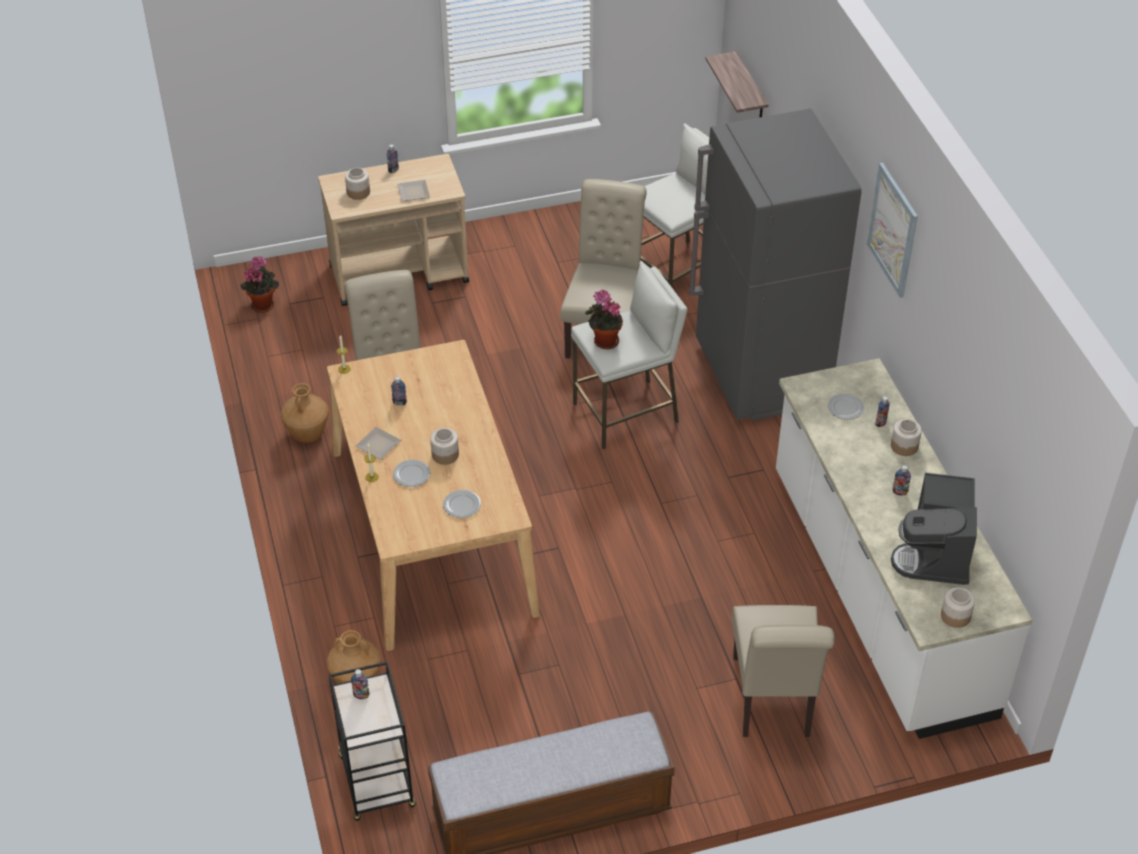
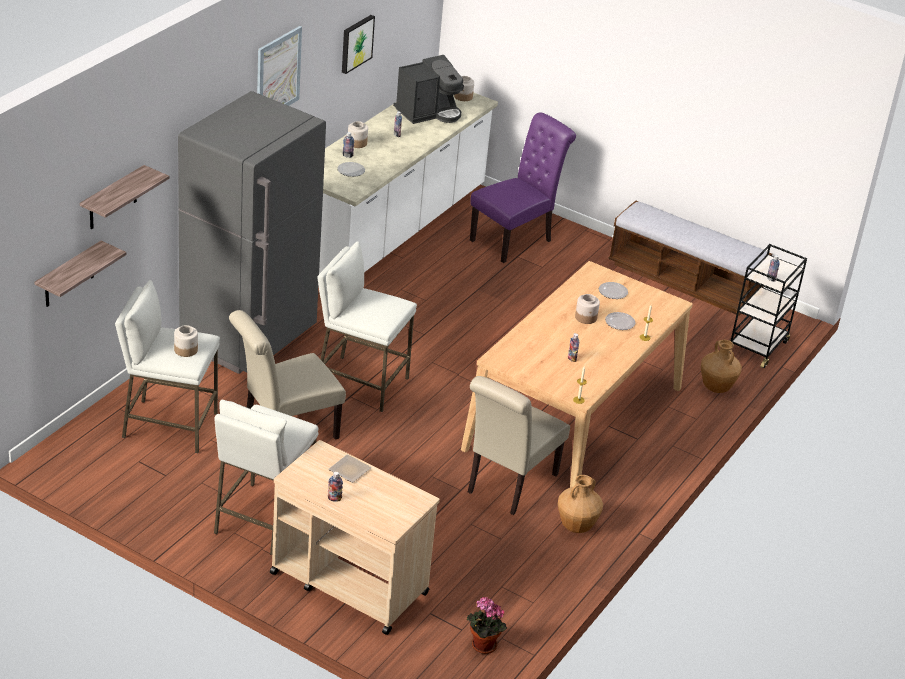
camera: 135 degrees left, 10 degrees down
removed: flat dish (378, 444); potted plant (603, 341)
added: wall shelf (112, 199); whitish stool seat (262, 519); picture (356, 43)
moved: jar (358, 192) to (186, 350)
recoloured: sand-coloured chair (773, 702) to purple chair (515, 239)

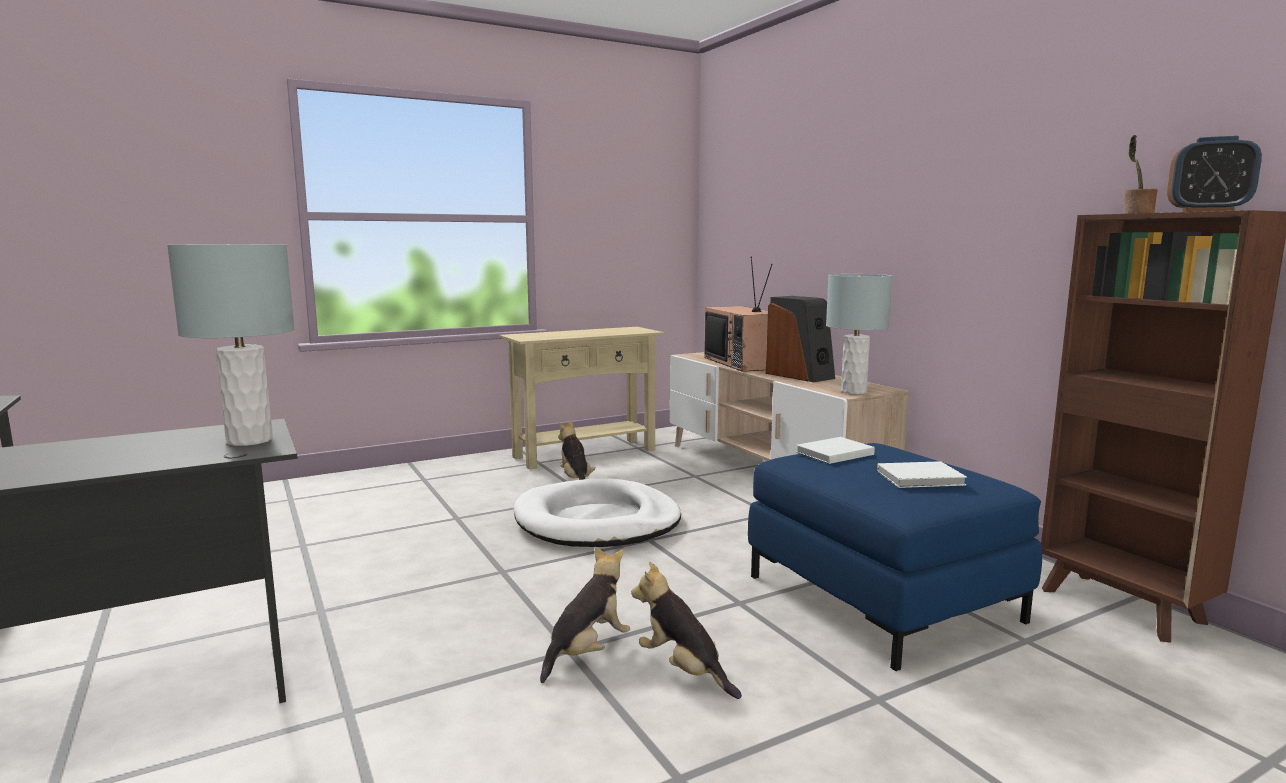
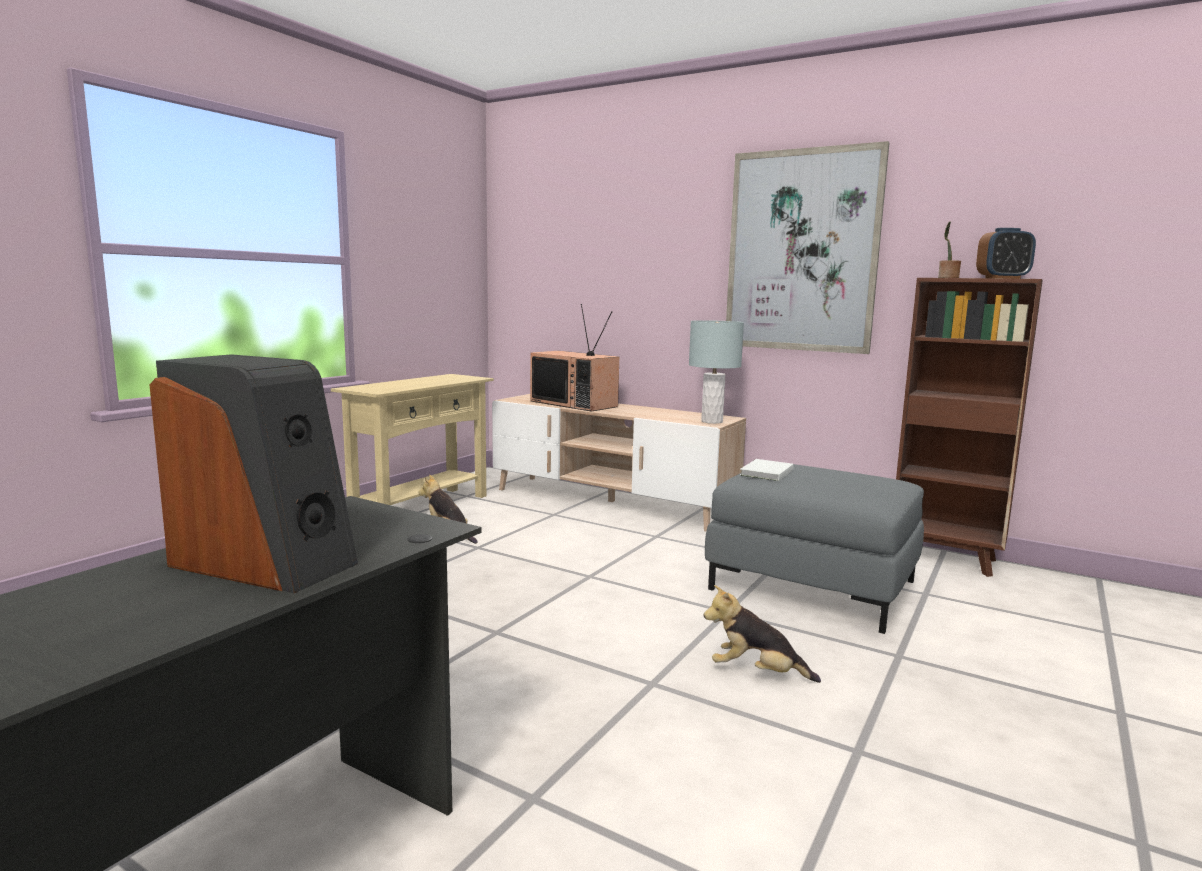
camera: 30 degrees left, 0 degrees up
removed: gray tabletop lamp (250, 440); whitish pet bed (597, 521); plush toy (587, 652); whitish volume (922, 478)
added: picture (801, 251)
moved: loudspeaker (800, 375) to (266, 563)
recoloured: bluish ottoman (881, 598) to gray ottoman (812, 585)

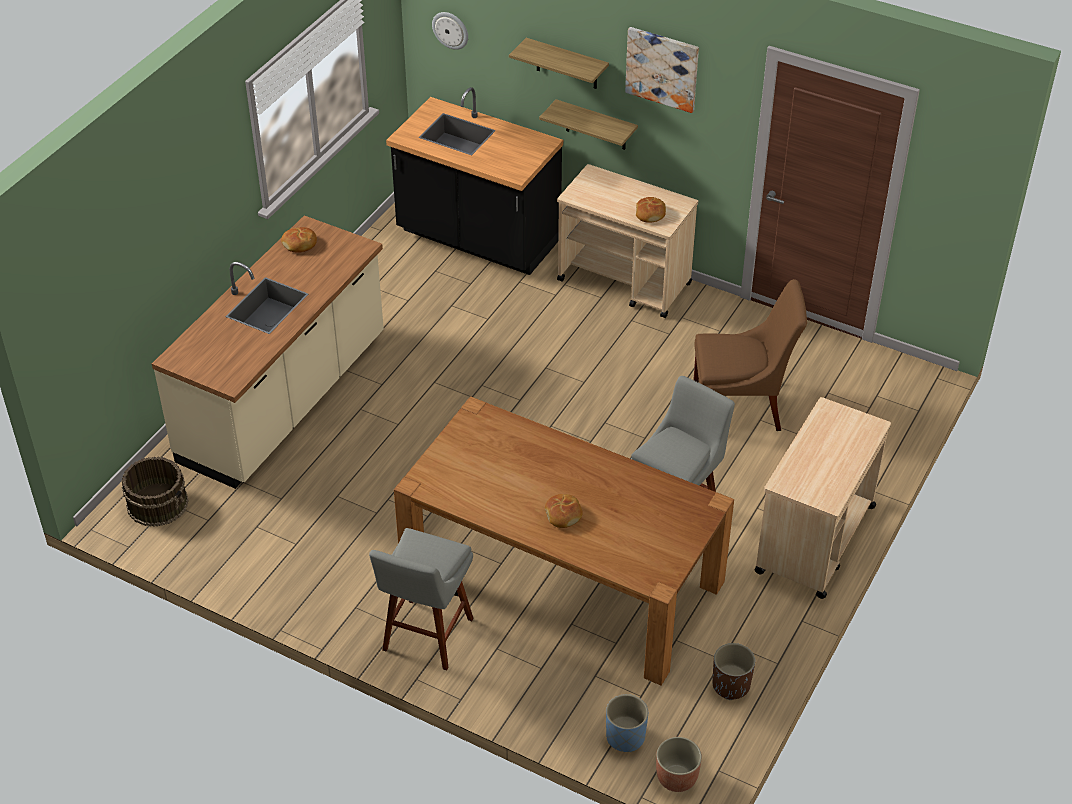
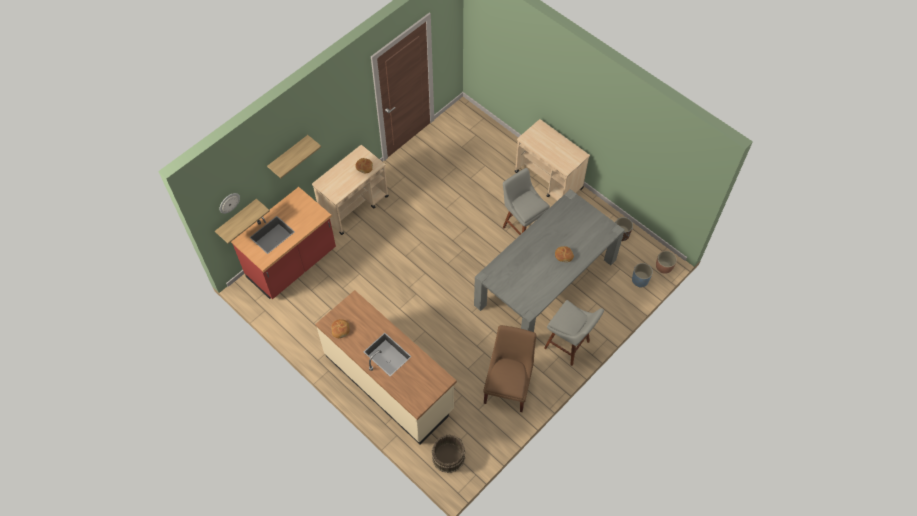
camera: 75 degrees left, 15 degrees up
removed: picture (662, 68)
moved: wall shelf (596, 125) to (237, 219); brown-coloured chair (741, 406) to (508, 385)
recoloured: black-coloured kitchen base unit (477, 239) to red kitchen base unit (292, 264); brown-coloured dining table (562, 576) to gray dining table (546, 282)

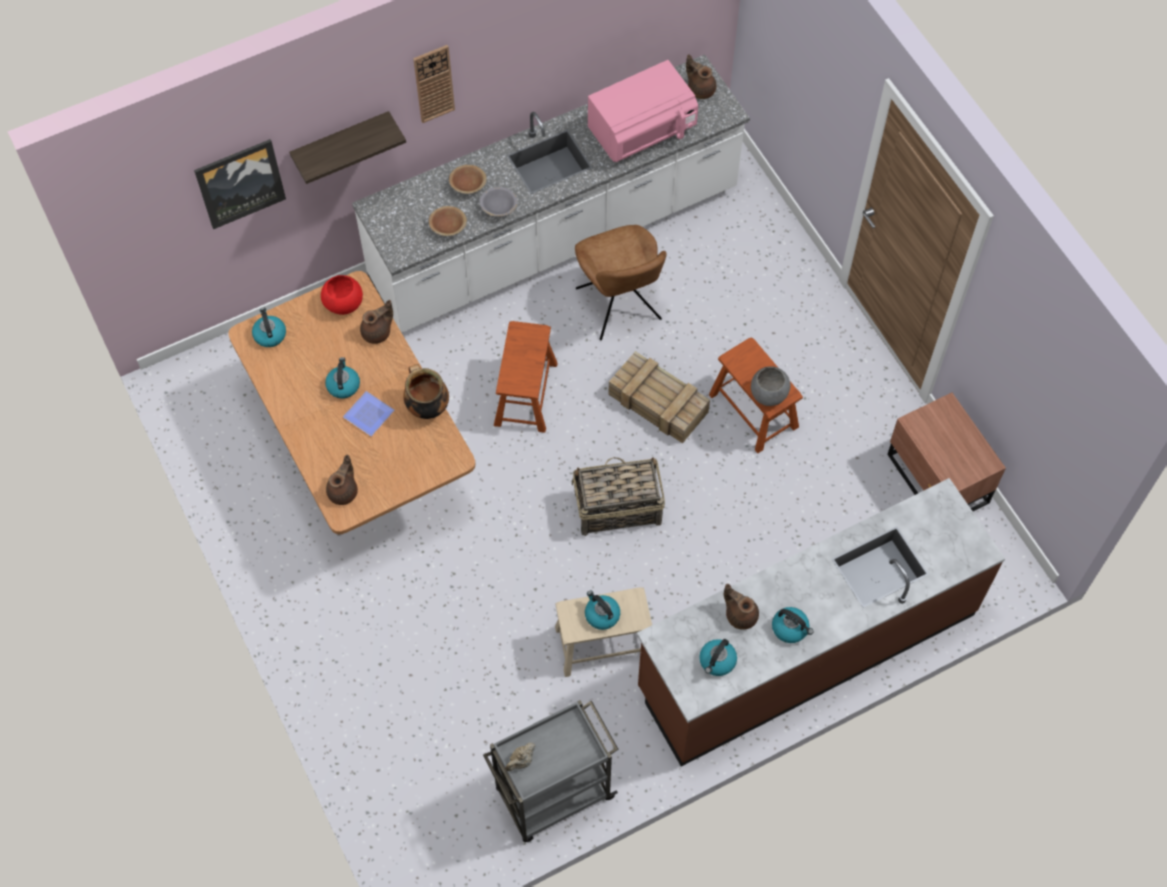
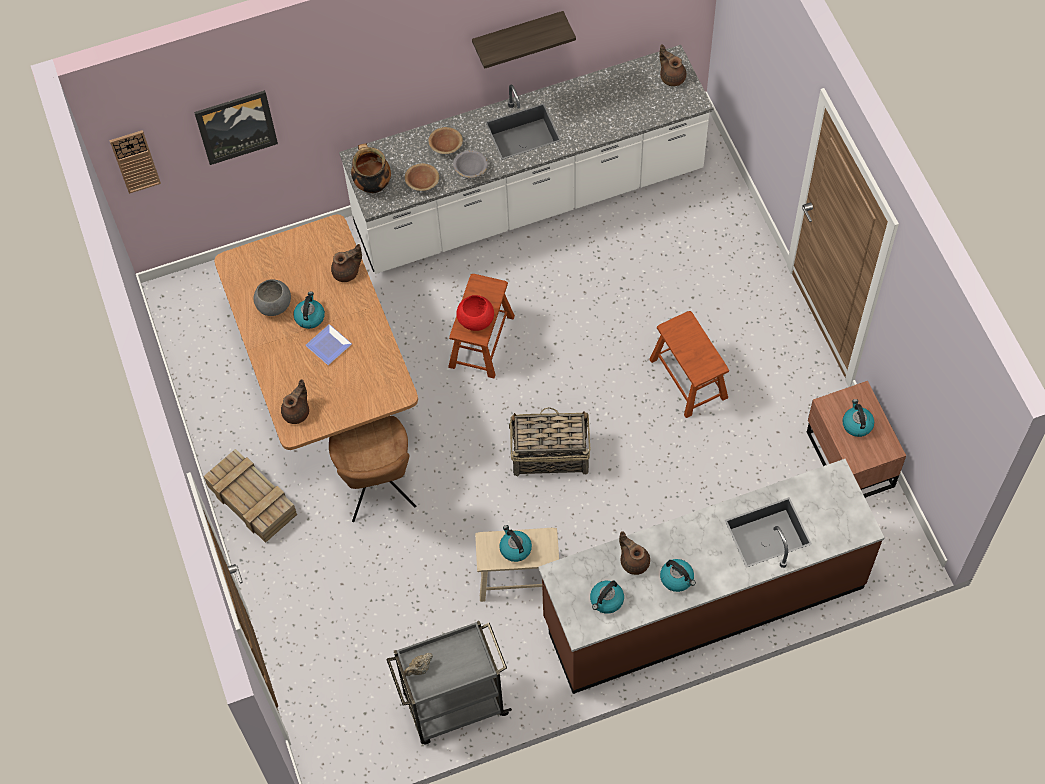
camera: 10 degrees right, 0 degrees up
removed: pinkish kitchen microwave (642, 131)
moved: hanging clock (434, 83) to (135, 161); crate (659, 403) to (253, 501); gray serving bowl (768, 395) to (274, 306); brown-coloured chair (619, 307) to (378, 489); cooking pot (427, 407) to (372, 184); red serving bowl (343, 304) to (476, 321); wall shelf (341, 143) to (518, 35); tea kettle (269, 334) to (857, 424)

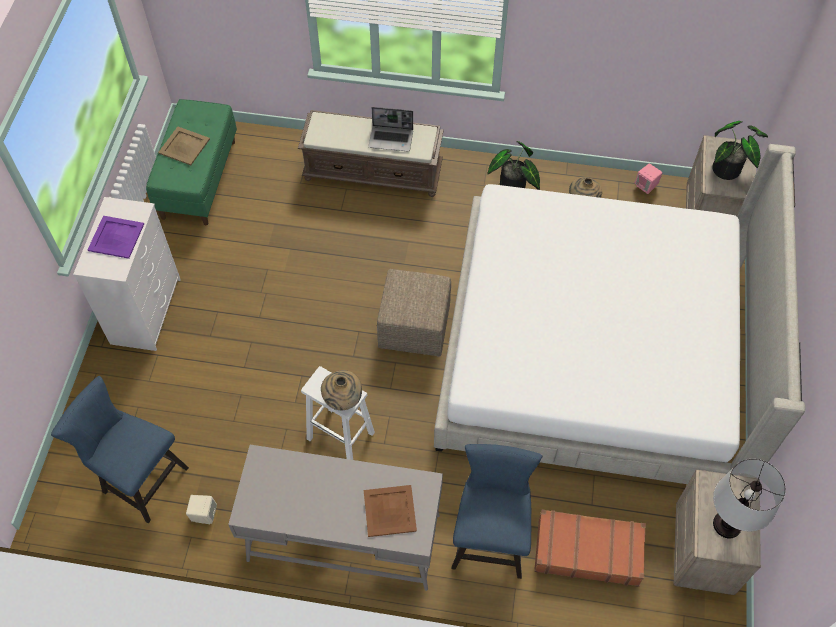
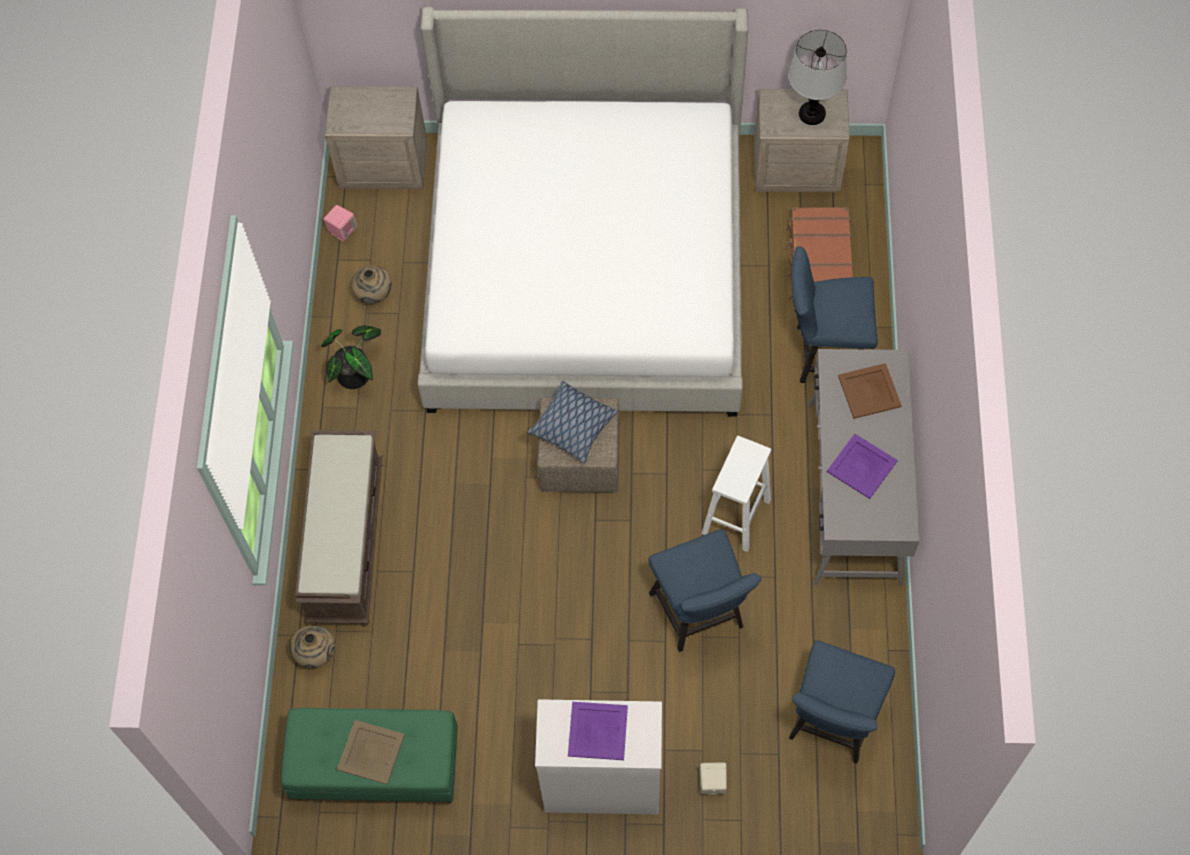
camera: 95 degrees left, 5 degrees up
removed: laptop (391, 139); potted plant (730, 169)
added: cushion (573, 427); bluish chair (700, 616); purple serving tray (861, 465)
moved: sand-coloured decorative vase (343, 400) to (316, 654); sand-coloured loudspeaker (204, 514) to (712, 783)

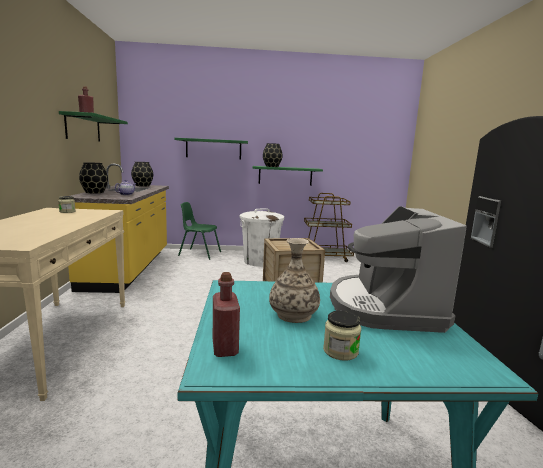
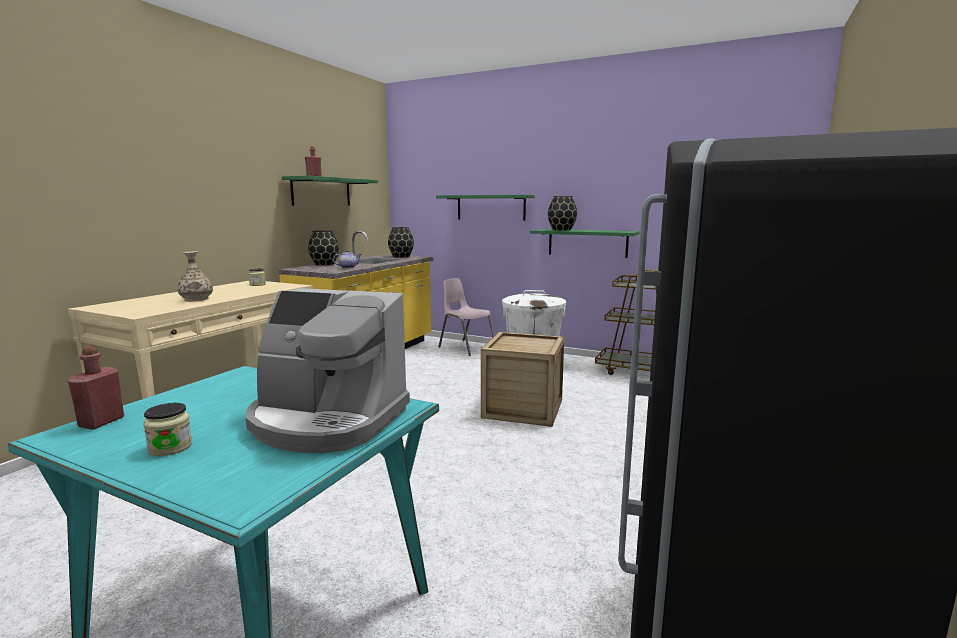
camera: 30 degrees right, 0 degrees up
moved: decorative vase (293, 315) to (196, 299)
recoloured: green-coloured chair (199, 253) to pinkish chair (466, 347)
turned: coffee brewer (384, 307) = (327, 421) 105 degrees counterclockwise

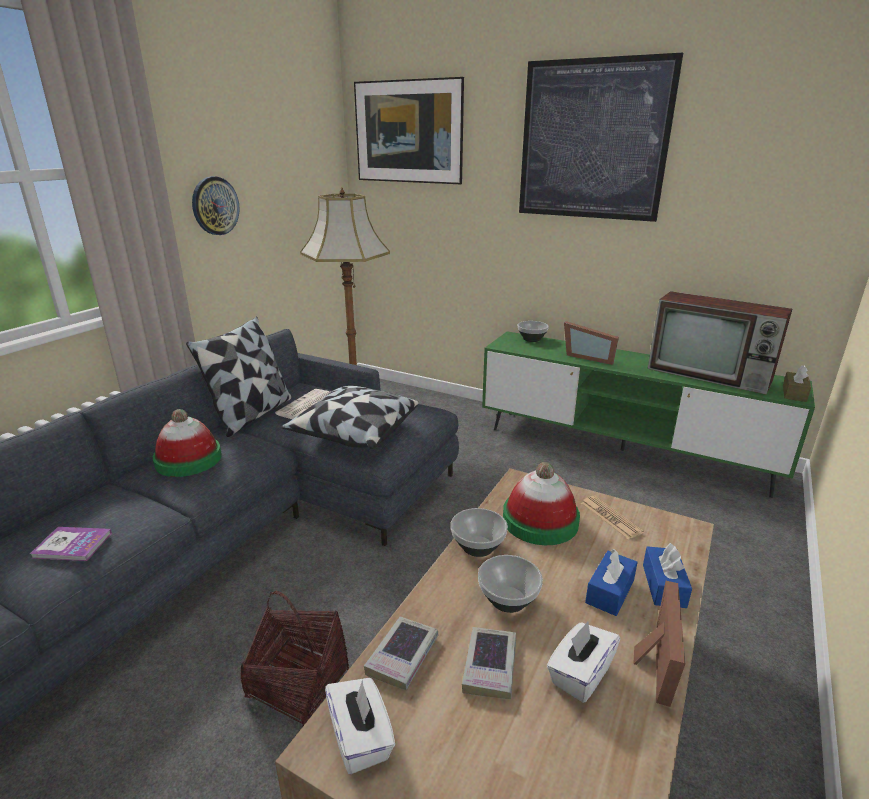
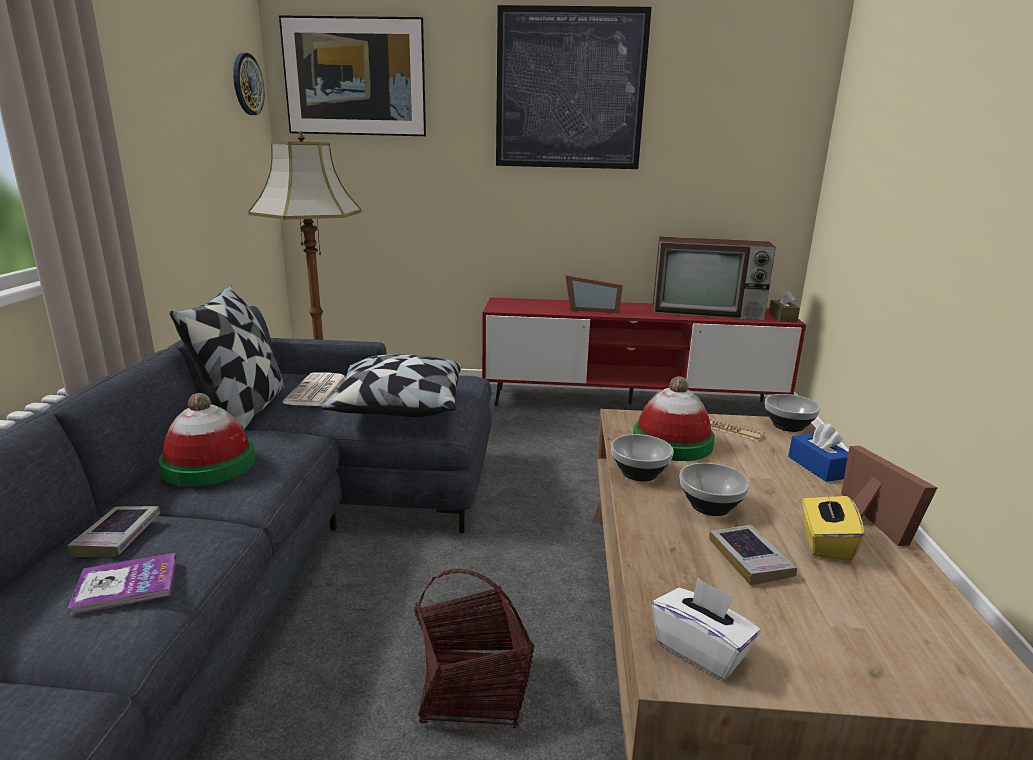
camera: 25 degrees left, 5 degrees down
removed: bluish tissue holder (610, 591)
moved: volume (402, 656) to (118, 536); hanging clock (215, 206) to (247, 84); serving bowl (532, 339) to (789, 426)
recoloured: green-coloured tv unit (622, 450) to red tv unit (630, 403); whitish tissue holder (580, 674) to yellow-coloured tissue holder (825, 543)

